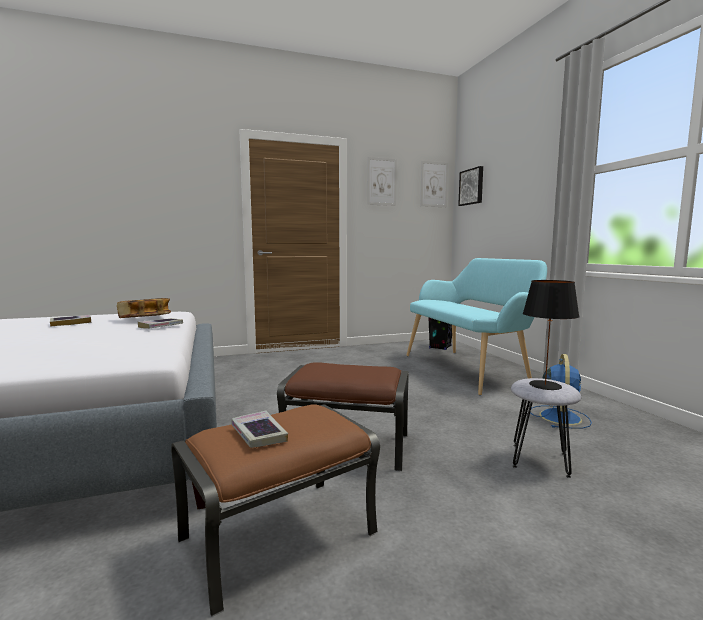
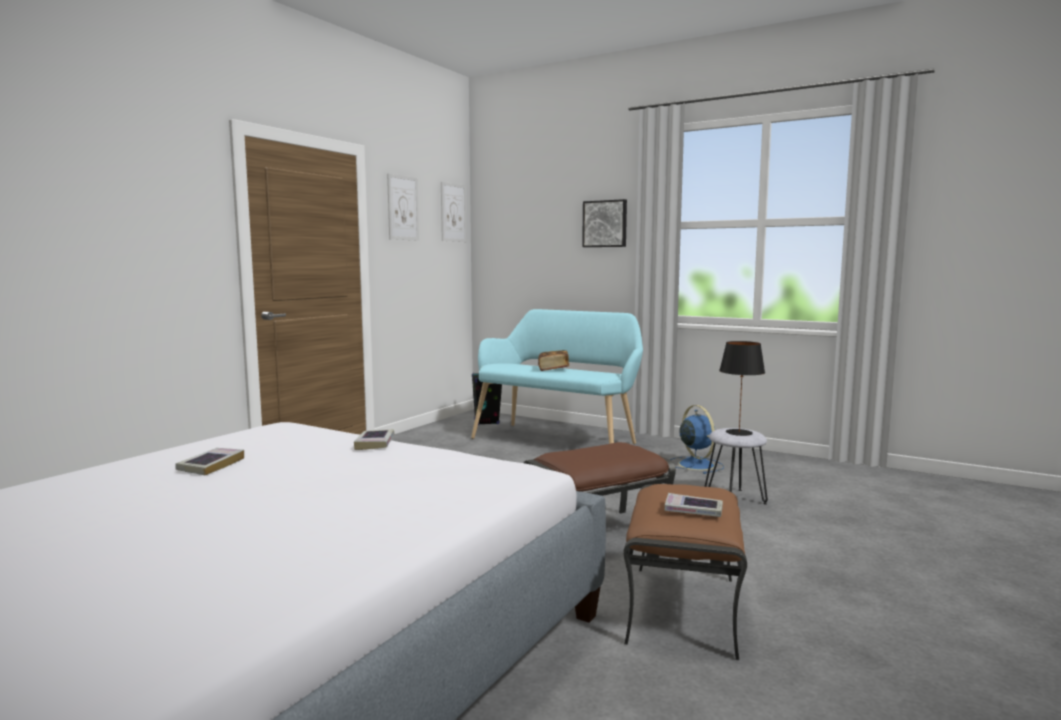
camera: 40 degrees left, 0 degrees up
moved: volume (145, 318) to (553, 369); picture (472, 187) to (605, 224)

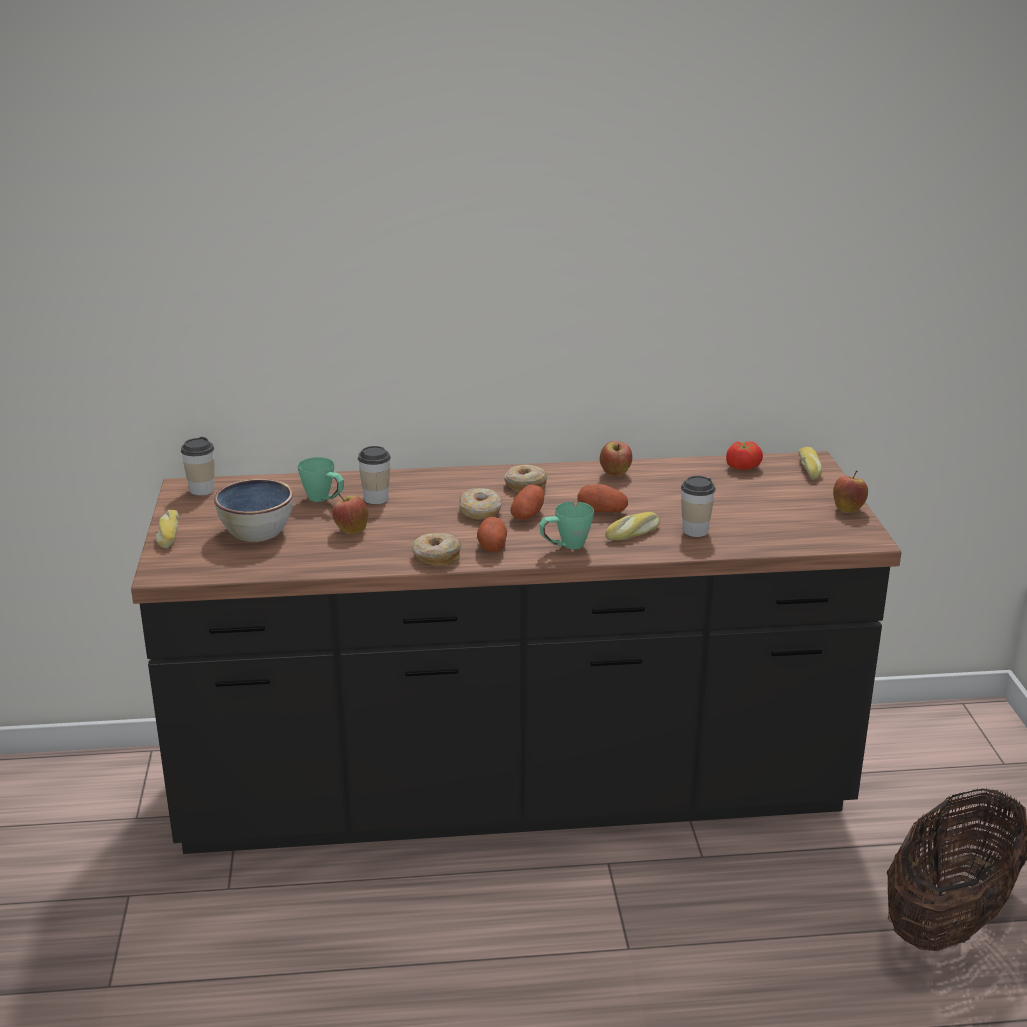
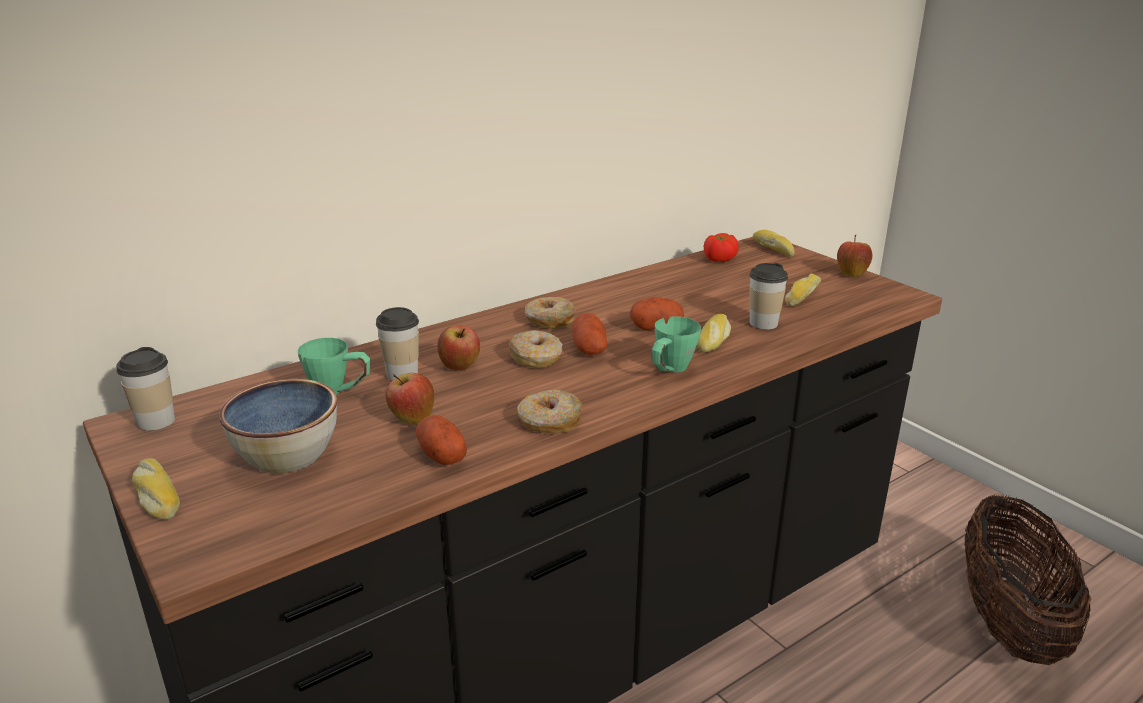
camera: 30 degrees left, 0 degrees up
added: bakery bread (801, 296)
moved: whole potato (492, 545) to (441, 455); apple (615, 474) to (460, 367)

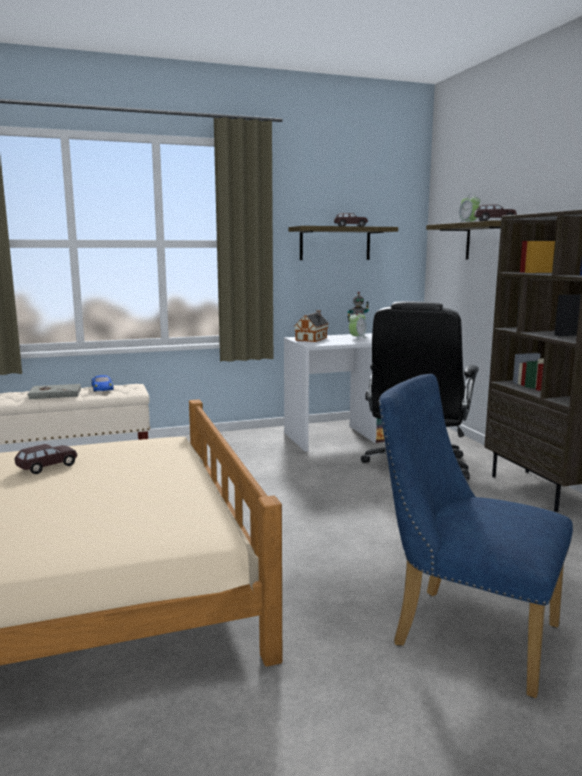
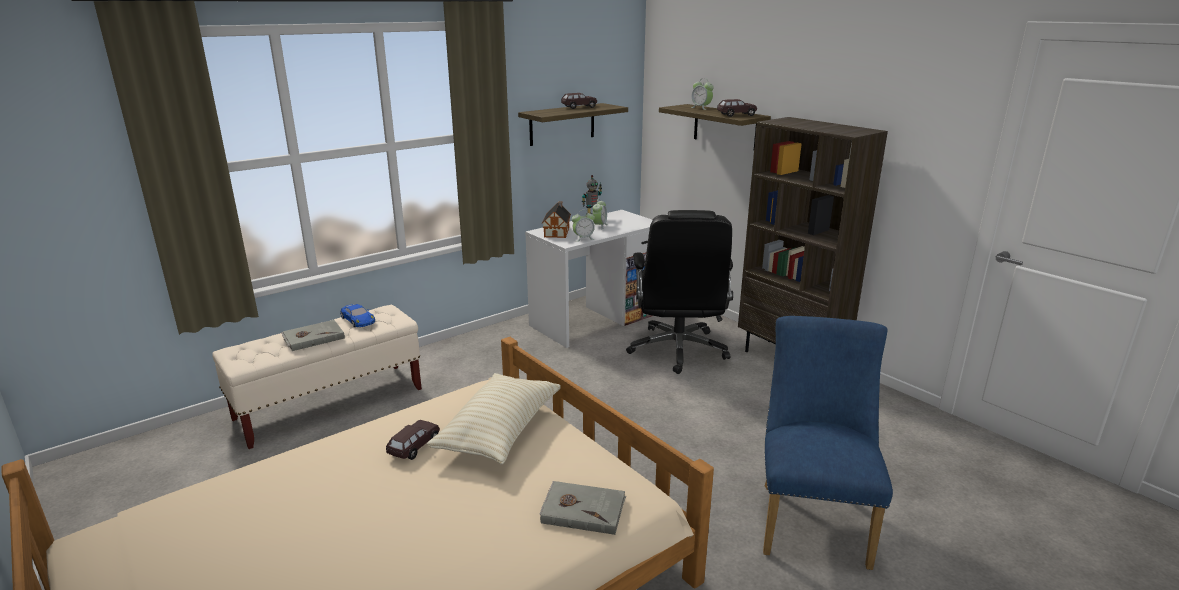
camera: 20 degrees left, 10 degrees up
added: sand-coloured cushion (499, 431); gray volume (583, 509); bedside clock (583, 238)
turned: bluish chair (463, 632) = (811, 518) 90 degrees clockwise

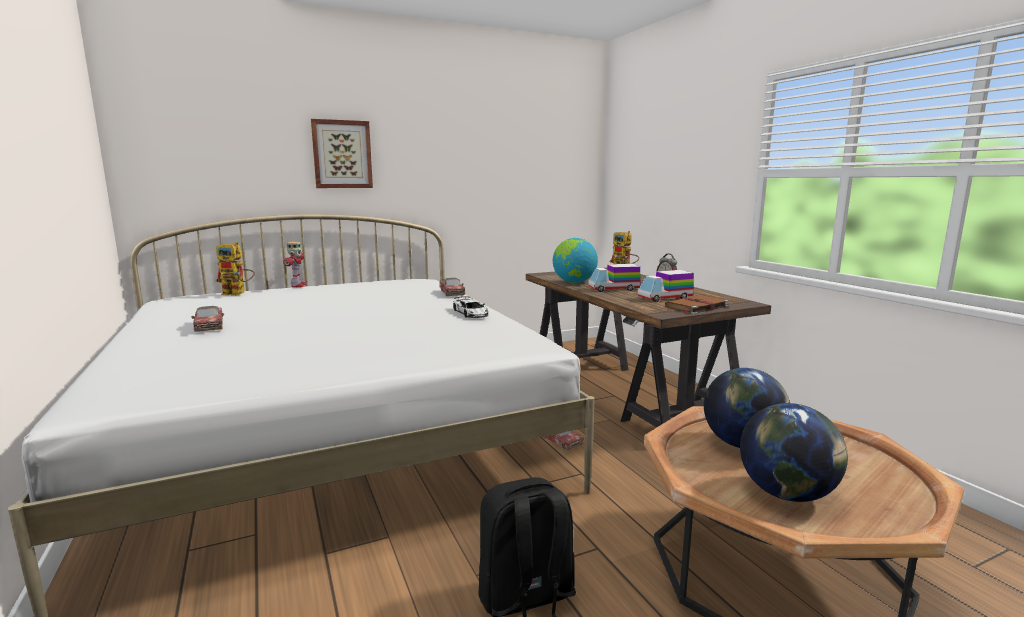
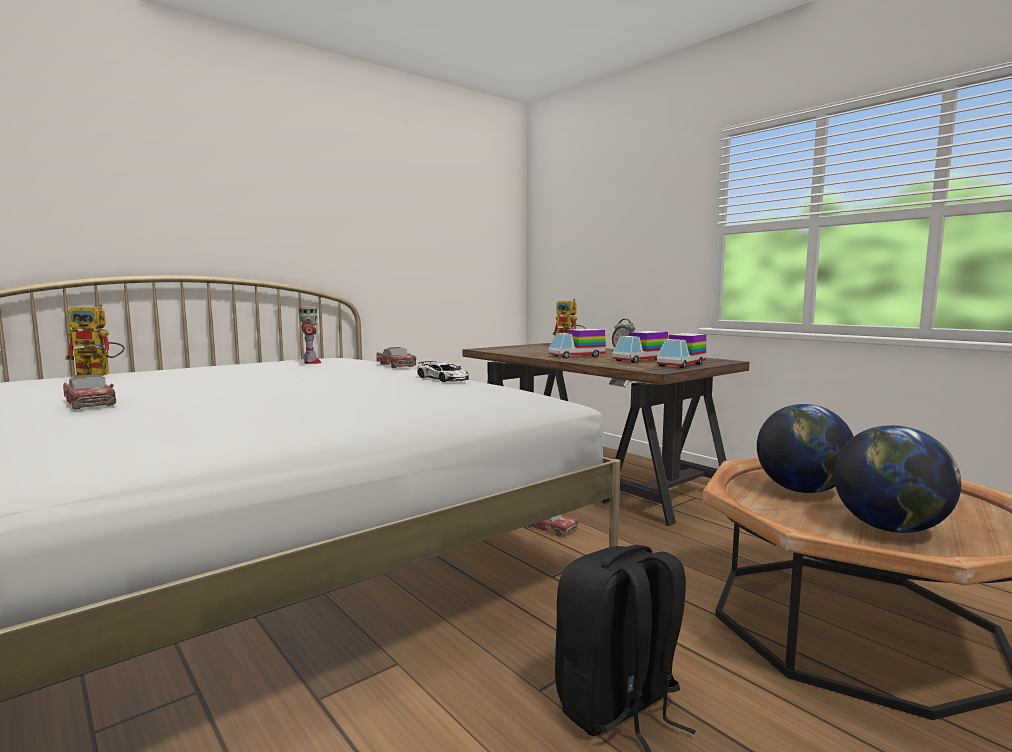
camera: 15 degrees left, 5 degrees down
removed: picture (342, 154); desk globe (574, 282)
moved: model robot (298, 285) to (311, 362)
replaced: brown-coloured volume (696, 307) to model truck (681, 365)

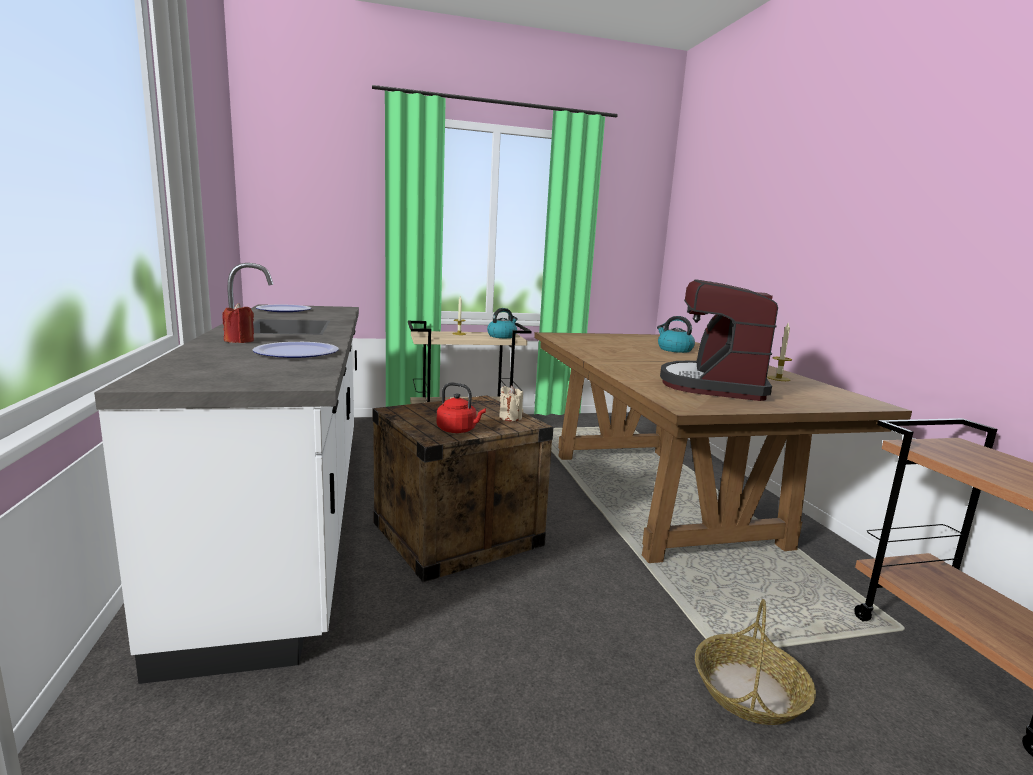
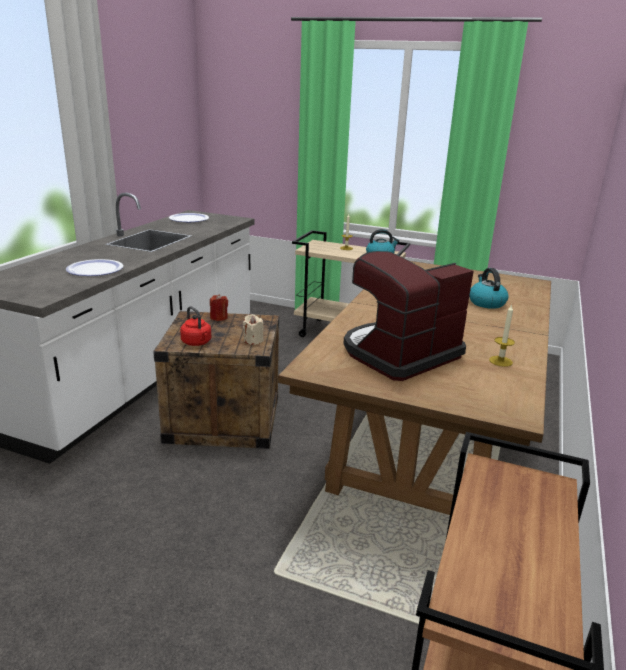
camera: 35 degrees right, 10 degrees up
removed: household basket (749, 691)
moved: red candle (239, 341) to (219, 318)

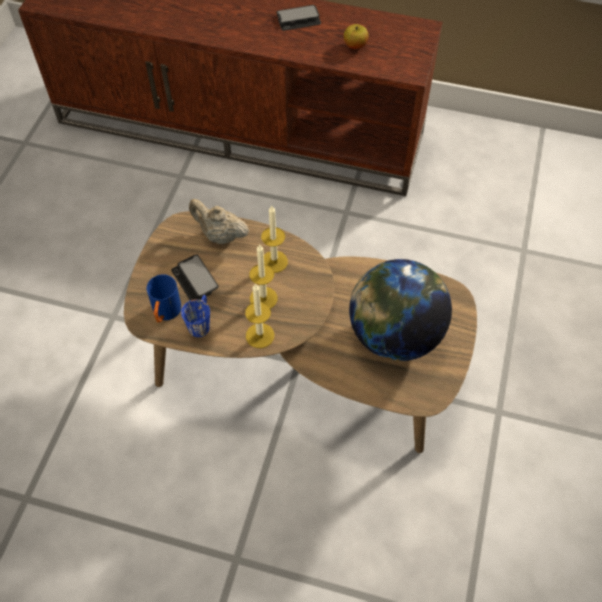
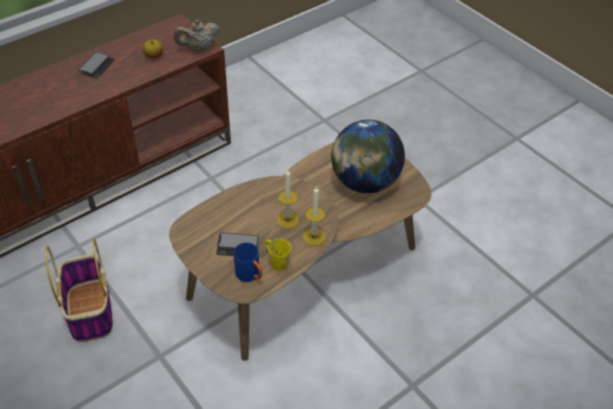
camera: 55 degrees left, 10 degrees down
removed: candle (274, 261)
added: household basket (89, 310)
moved: sand-coloured pot for tea (220, 235) to (198, 48)
recoloured: bluish tea mug (201, 322) to yellow-coloured tea mug (276, 261)

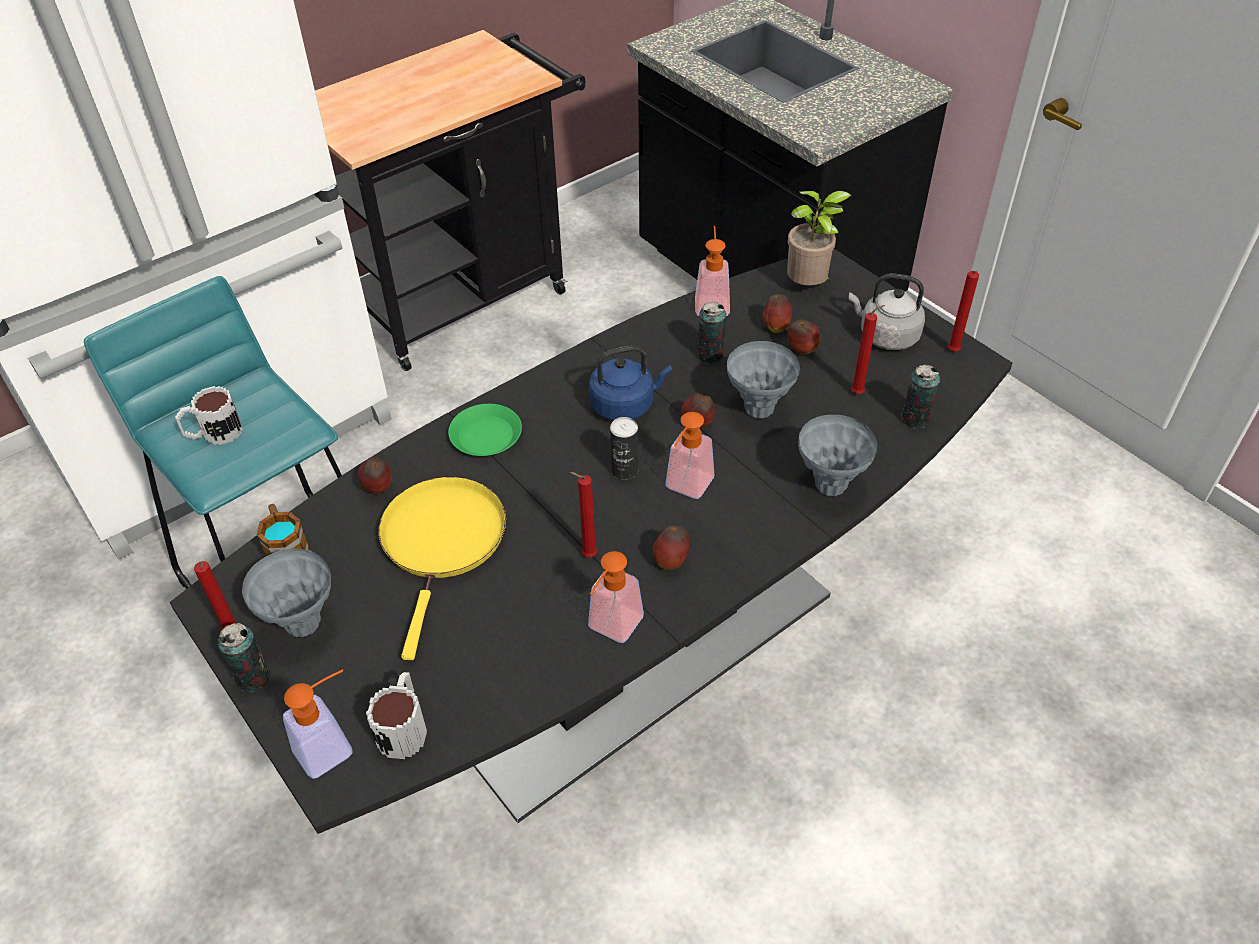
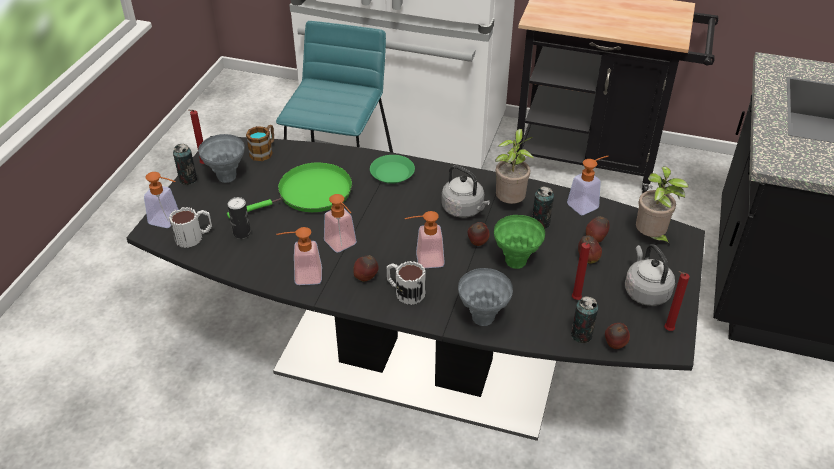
camera: 55 degrees right, 5 degrees down
added: potted plant (510, 202)
moved: can (624, 470) to (242, 233); tea mug (214, 433) to (405, 291); apple (379, 490) to (614, 346)
replaced: red candle (586, 555) to soap dispenser (343, 245)
recoloured: yellow-coloured frying pan (443, 541) to green-coloured frying pan (310, 194); bluish tea kettle (625, 405) to gray tea kettle (464, 209); gray decorative vase (758, 409) to green-coloured decorative vase (516, 262)

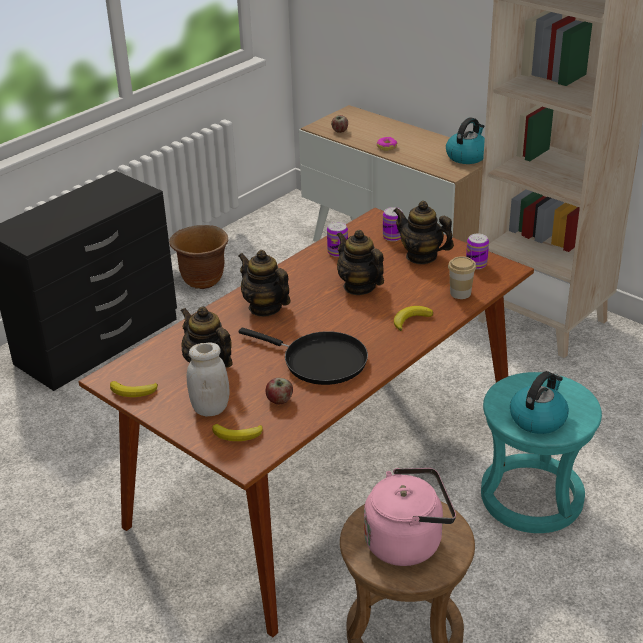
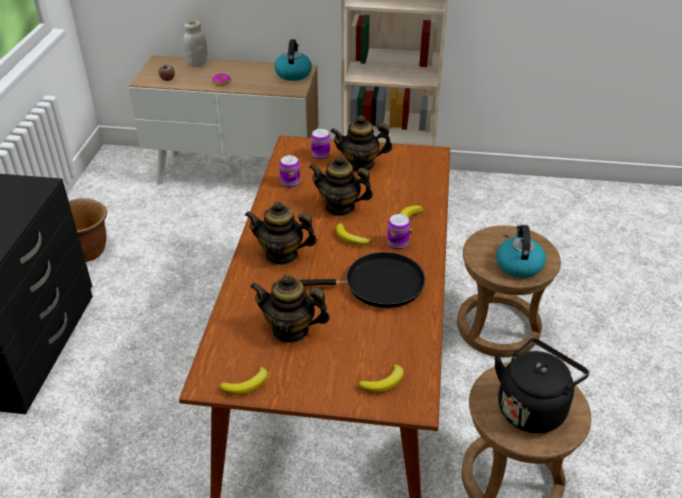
camera: 35 degrees left, 5 degrees up
removed: apple (279, 401); cup (460, 293)
added: banana fruit (351, 238)
moved: whitish jar (210, 409) to (197, 64); can (476, 264) to (397, 244)
recoloured: turquoise-coloured stool seat (532, 497) to brown-coloured stool seat (498, 327); pinkish tea kettle (408, 542) to black-coloured tea kettle (532, 407)

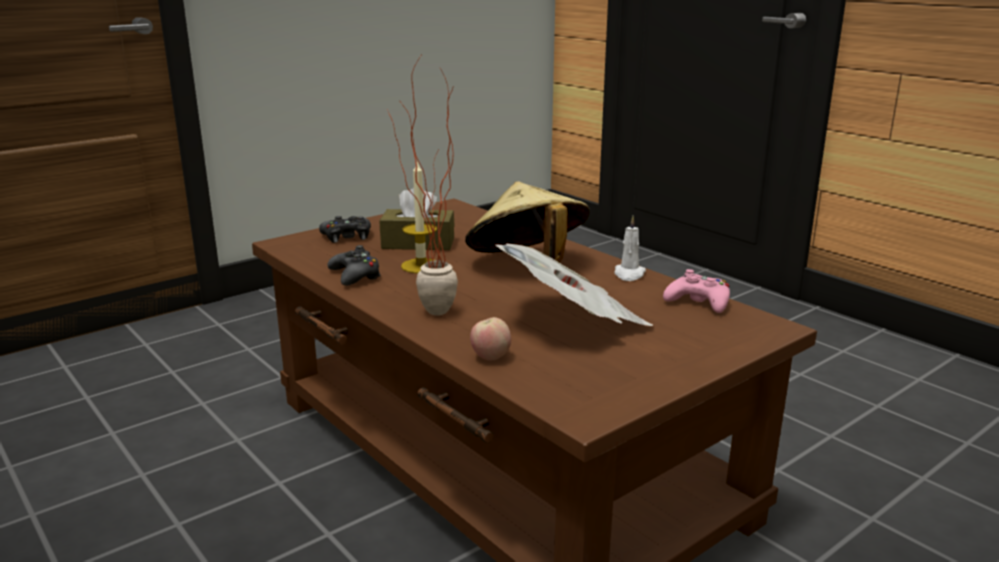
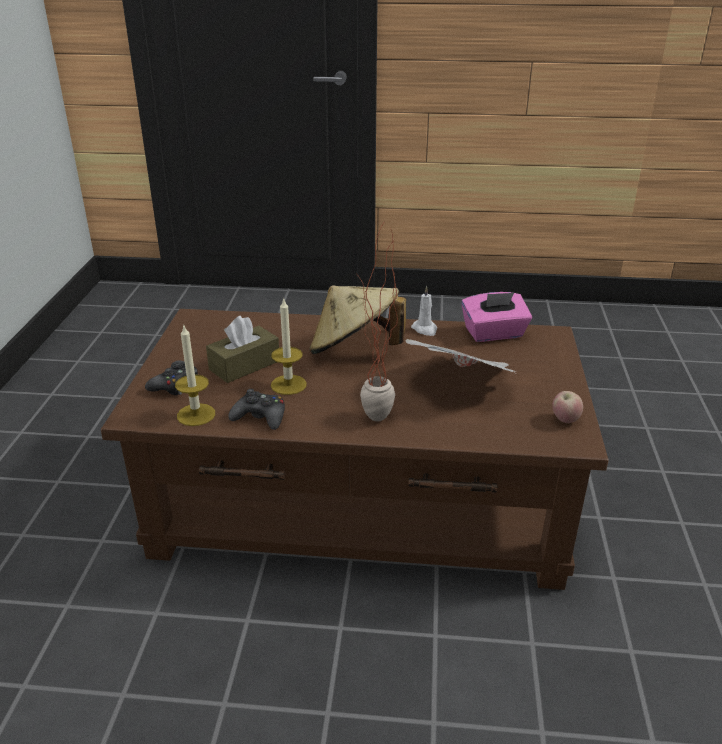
camera: 45 degrees left, 10 degrees up
added: candle (196, 415)
moved: apple (491, 357) to (565, 420)
replaced: pinkish game controller (698, 302) to pinkish tissue holder (494, 333)

